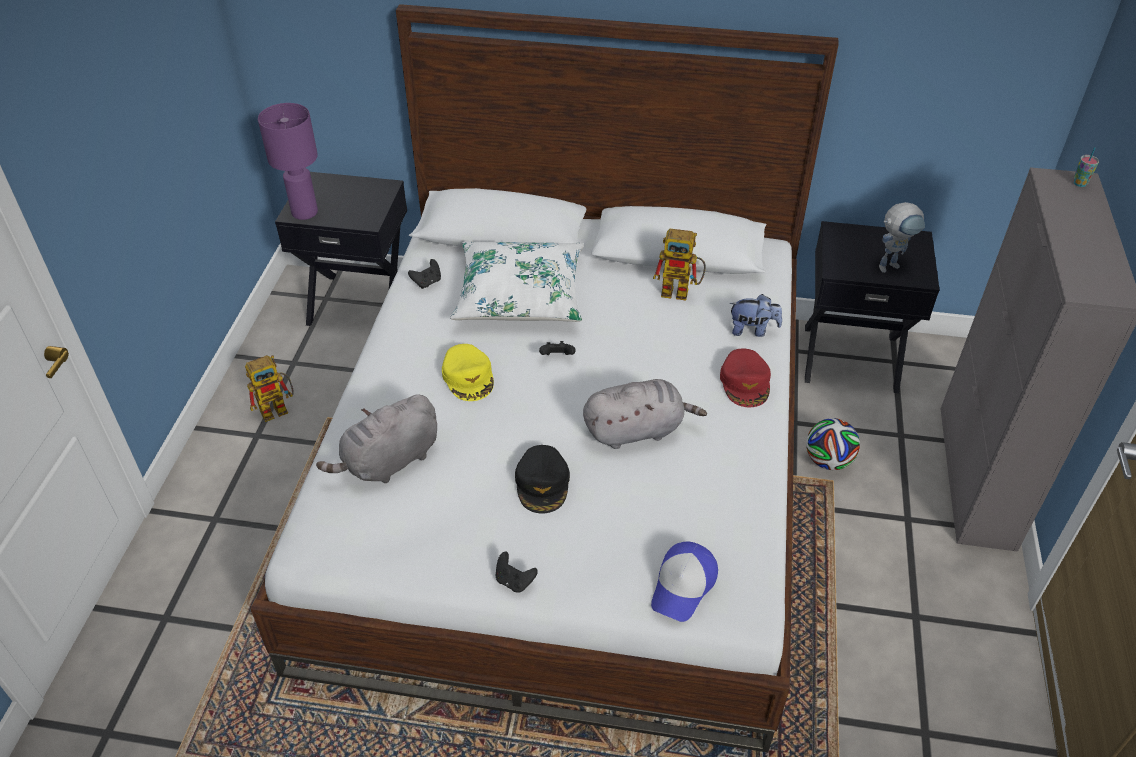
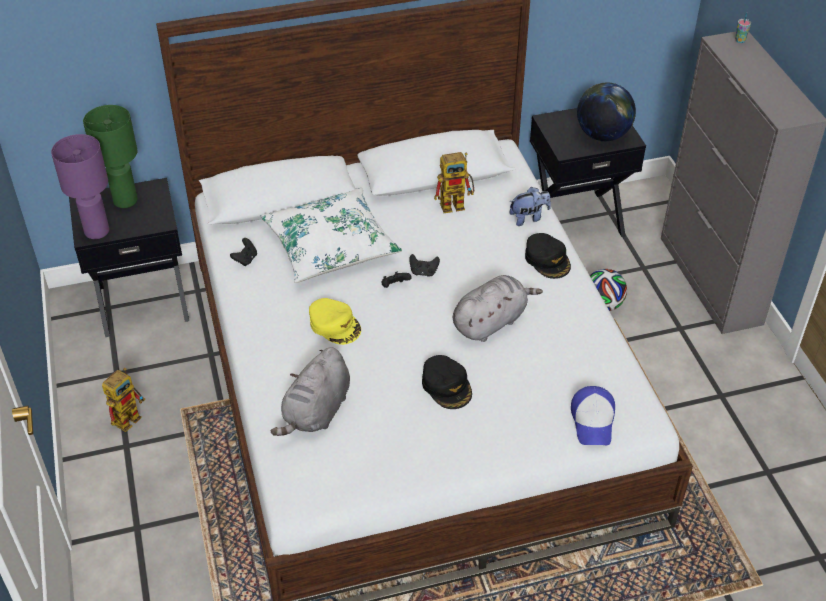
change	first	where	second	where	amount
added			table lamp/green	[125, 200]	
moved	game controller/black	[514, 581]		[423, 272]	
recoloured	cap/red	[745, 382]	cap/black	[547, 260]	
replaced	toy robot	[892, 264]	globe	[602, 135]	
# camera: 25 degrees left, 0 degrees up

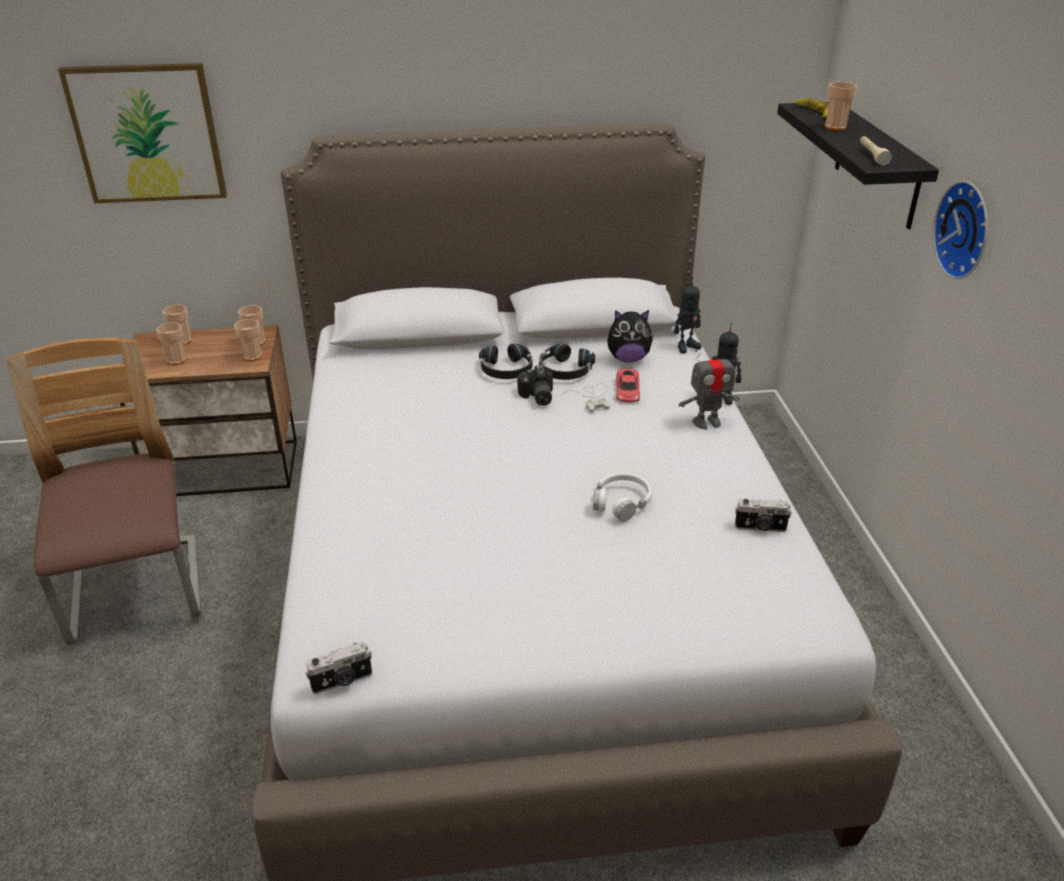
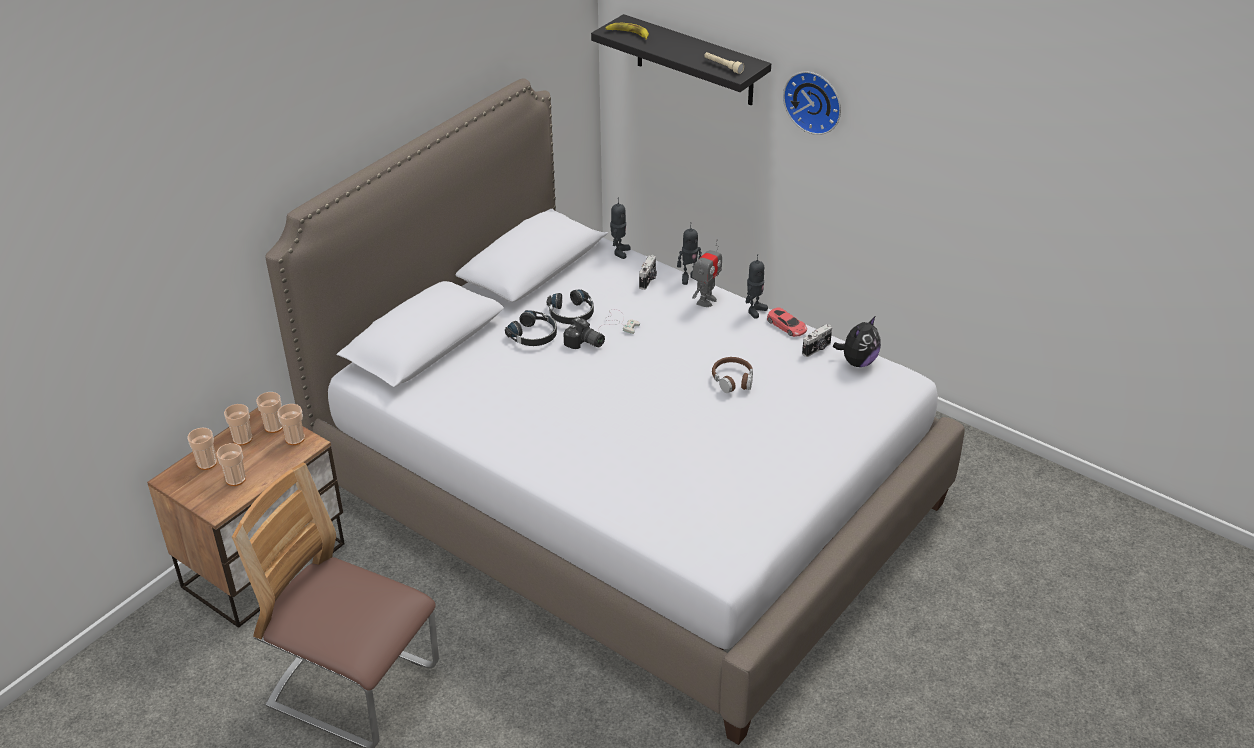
change	first	where	second	where	amount
moved	cup	[835, 127]		[242, 439]	
moved	photo camera	[342, 681]		[648, 280]	
recoloured	headphones/white	[621, 502]	headphones/brown	[733, 379]	
added			toy robot	[755, 310]	
moved	toy car/red	[627, 390]		[787, 326]	
moved	plush toy	[628, 358]		[857, 362]	
removed	picture	[147, 134]			
# camera: 45 degrees left, 5 degrees up

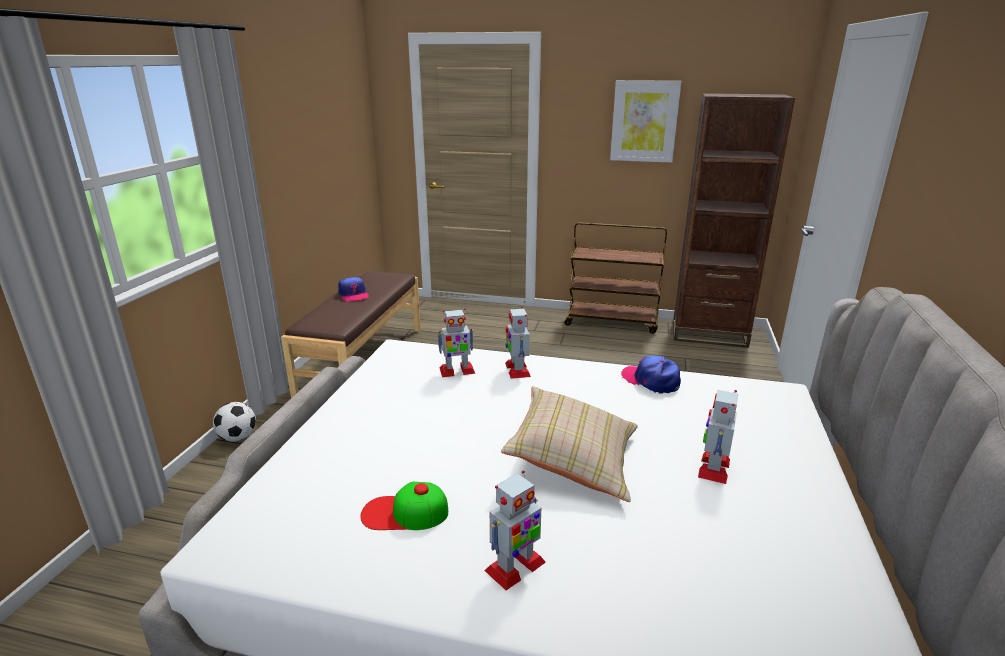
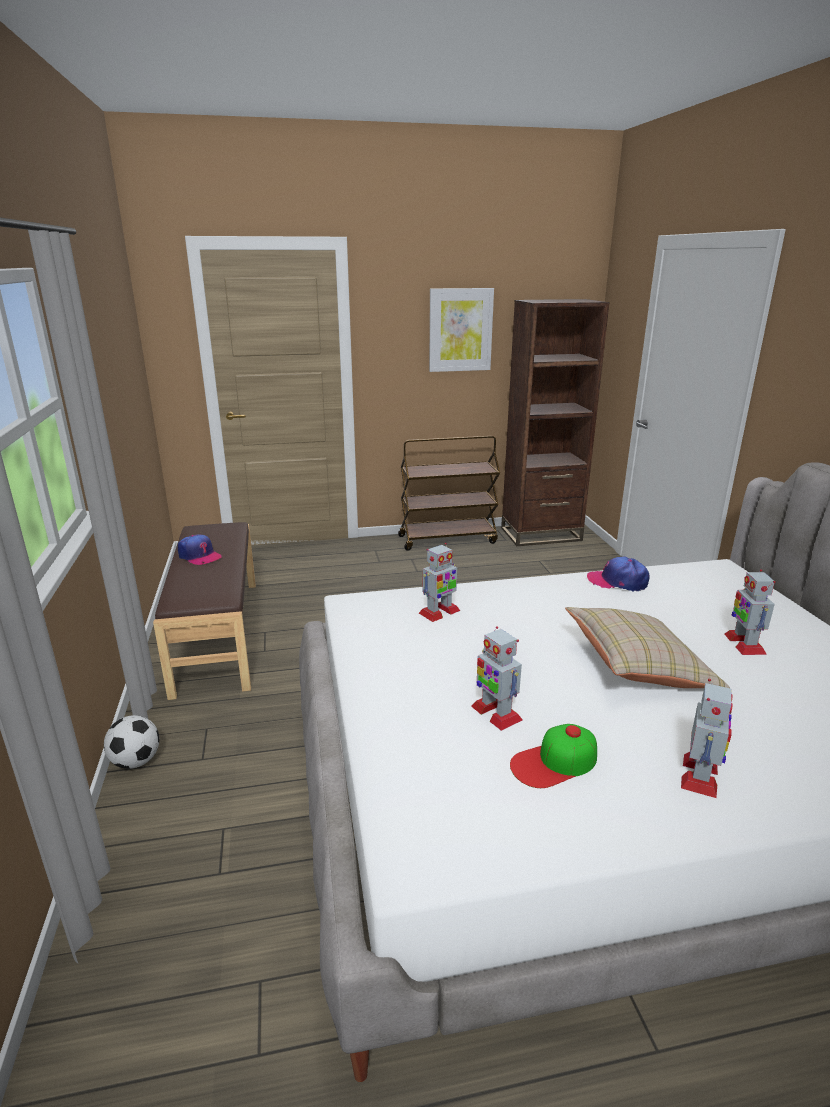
change	first	where	second	where	amount
moved	toy robot	[517, 369]		[495, 713]	
# camera: 25 degrees left, 0 degrees up

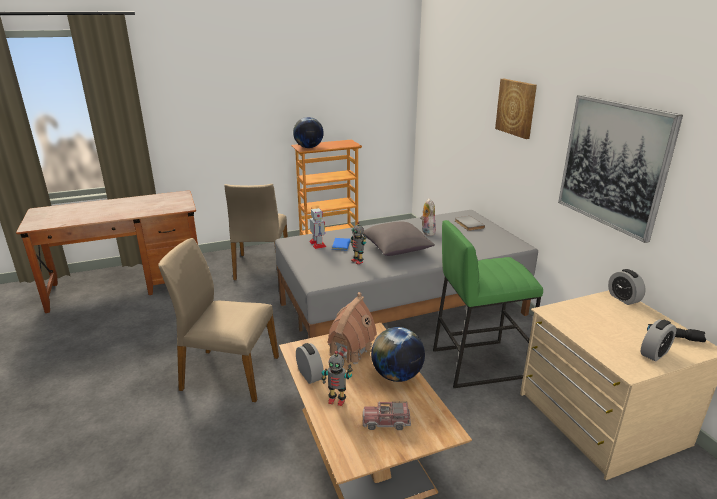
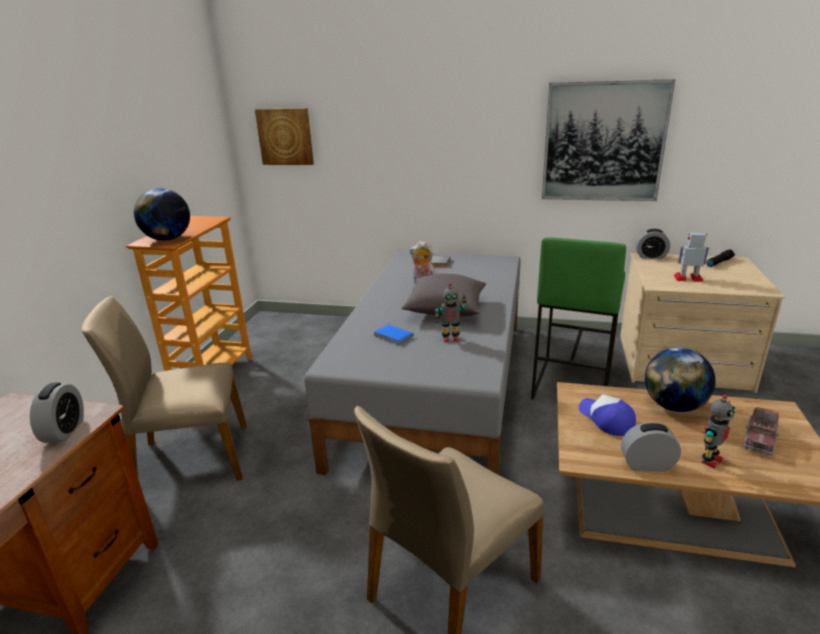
change	first	where	second	where	amount
moved	alarm clock	[654, 353]		[64, 431]	
turned	chair/beige	[261, 267]		[191, 459]	135 degrees clockwise
moved	picture	[516, 108]		[285, 136]	
replaced	toy house	[350, 350]	cap	[606, 419]	
moved	toy robot	[318, 244]		[688, 278]	
# camera: 55 degrees left, 0 degrees up

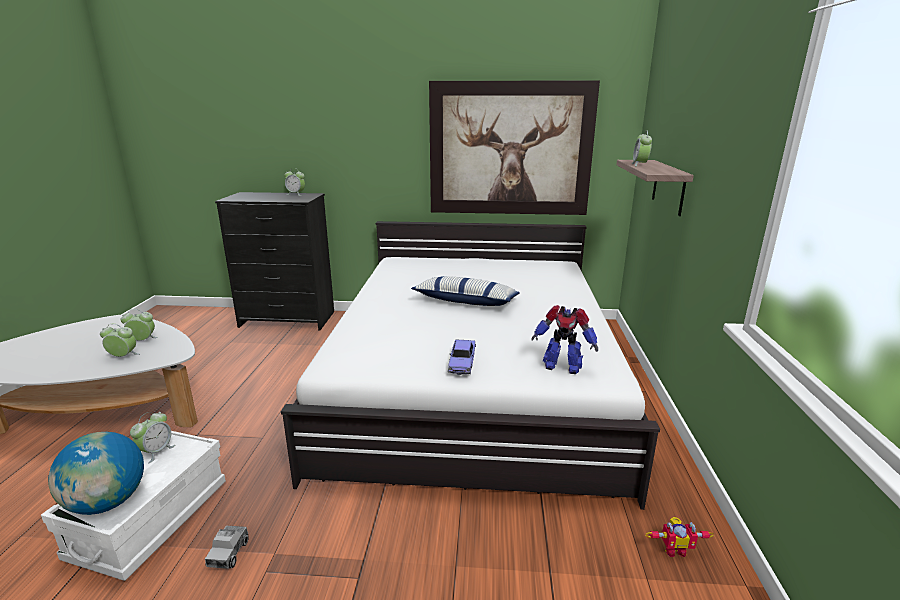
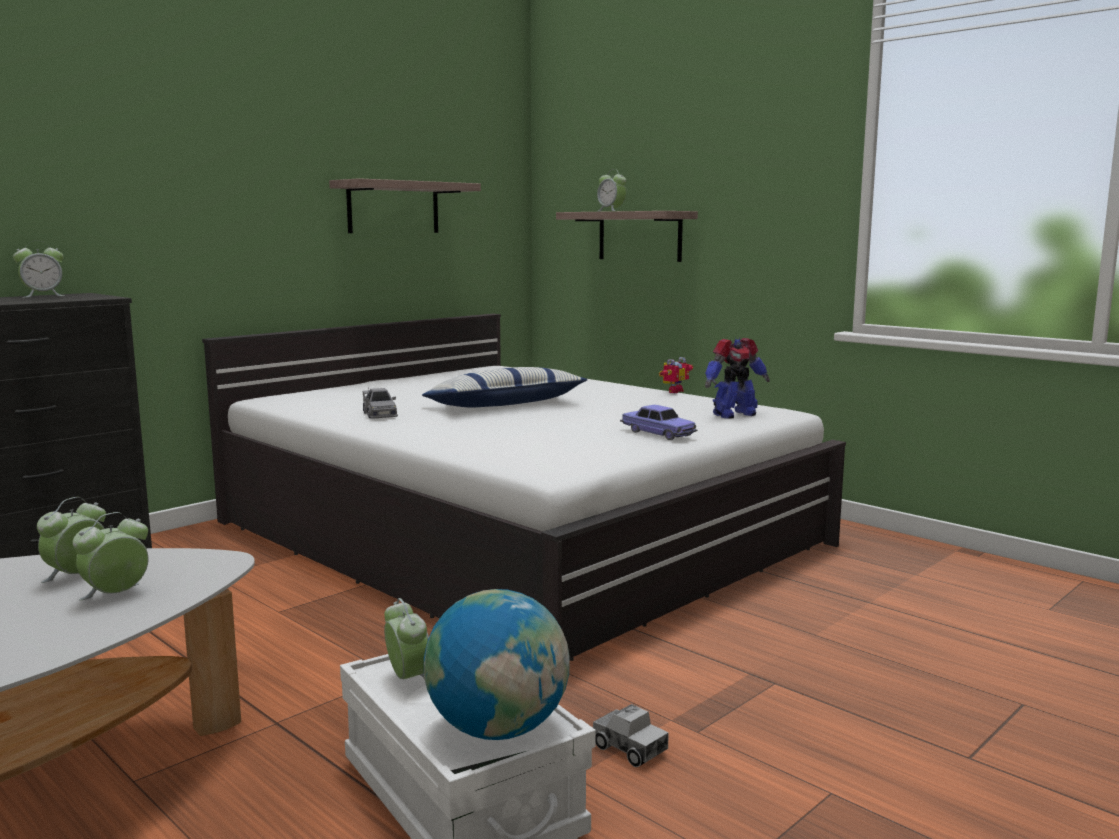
change	first	where	second	where	amount
replaced	picture	[510, 149]	shelf	[393, 207]	
added			toy car/grey	[379, 415]	
moved	toy robot	[674, 549]		[672, 391]	
# camera: 50 degrees left, 10 degrees down

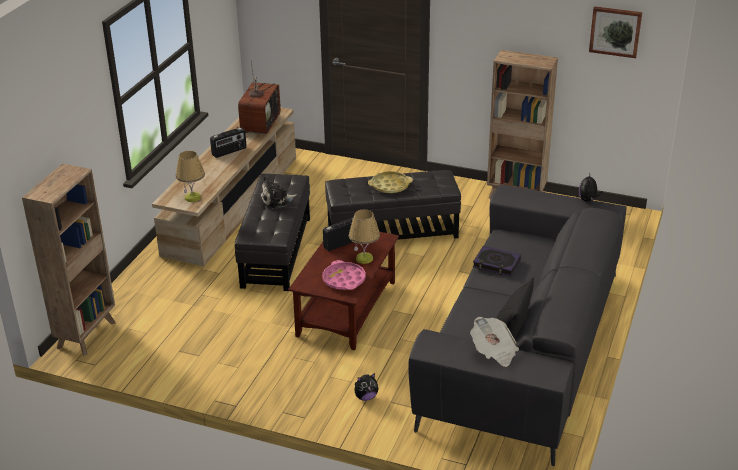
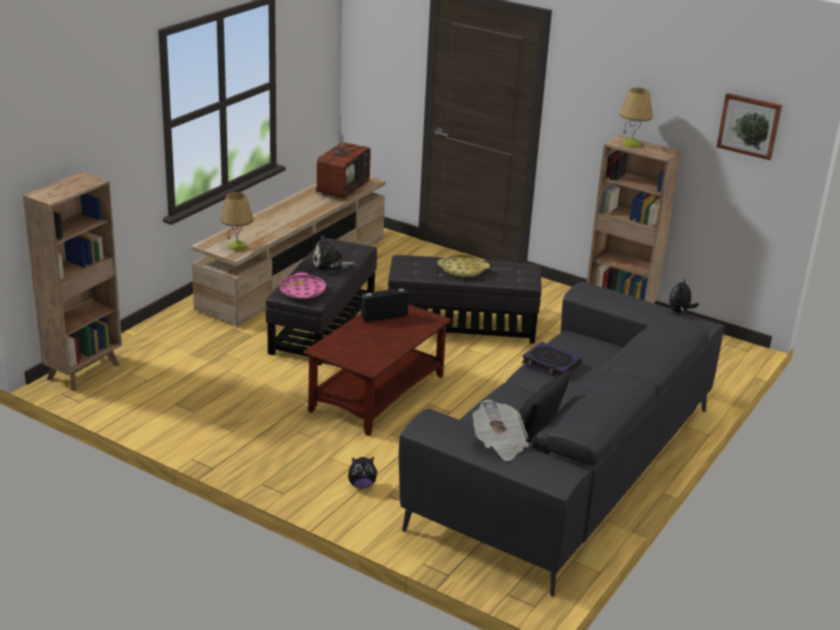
change	first	where	second	where	amount
moved	tray/pink	[344, 279]		[302, 291]	
moved	table lamp	[364, 258]		[632, 144]	
removed	radio	[229, 152]			
# camera: 10 degrees right, 5 degrees down

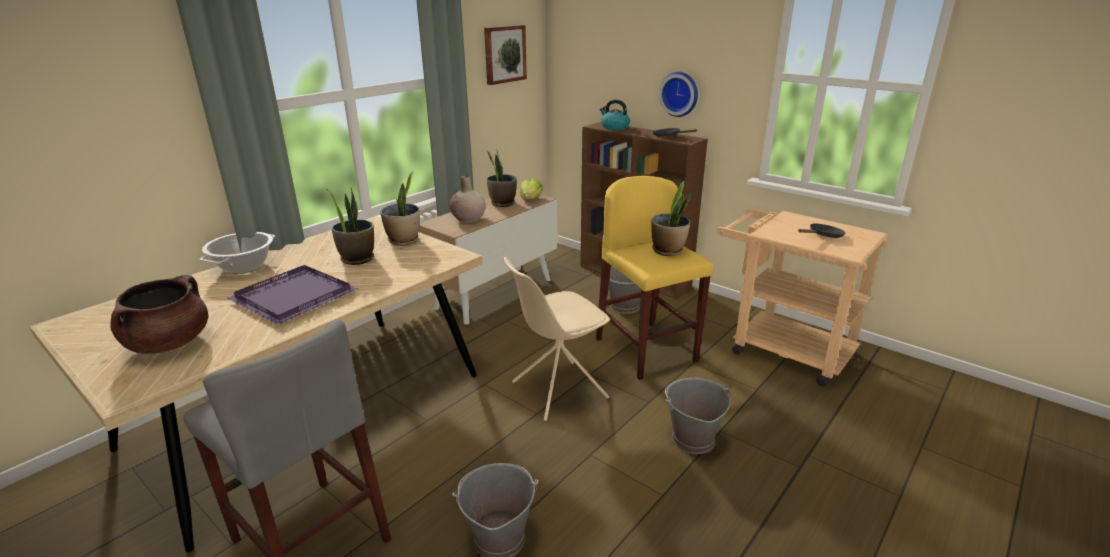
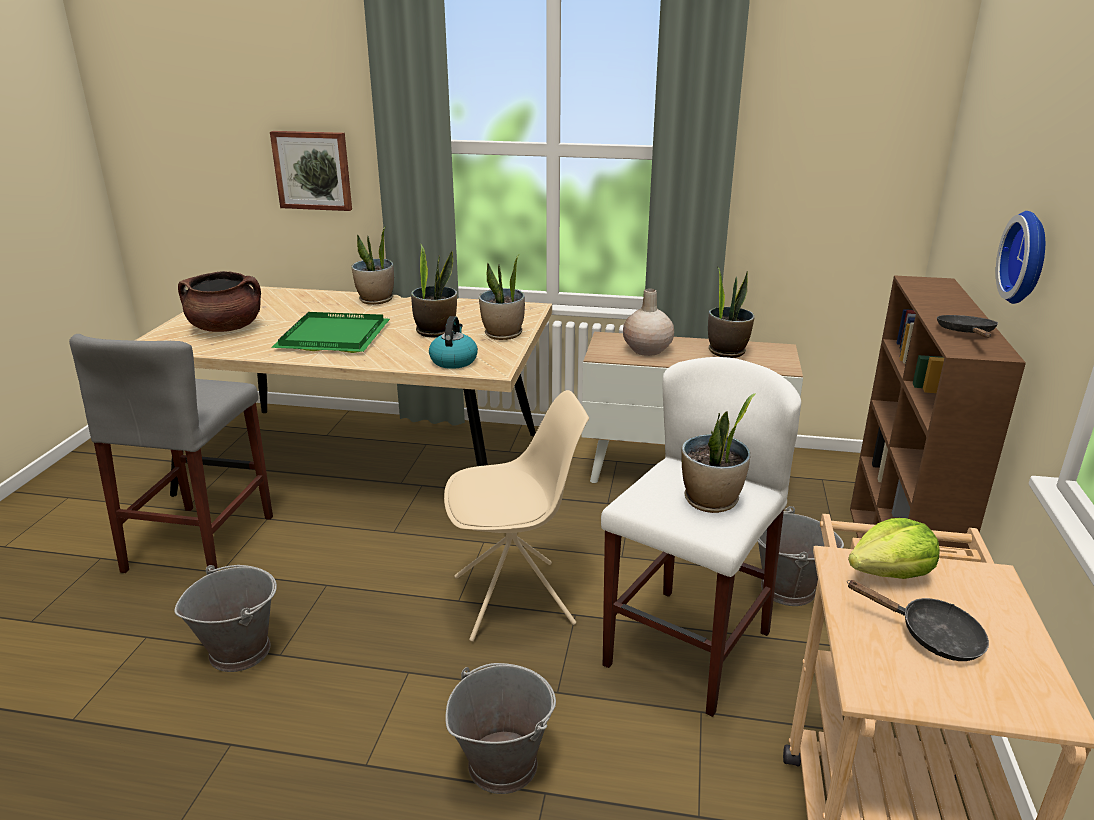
change	first	where	second	where	amount
moved	picture	[504, 54]		[313, 170]	
recoloured	tray/purple	[296, 296]	tray/green	[334, 337]	
replaced	cooking pot	[244, 266]	potted plant	[376, 300]	
moved	kettle	[614, 127]		[453, 360]	
turned	chair/beige	[557, 390]		[516, 600]	135 degrees clockwise
recoloured	stool/yellow	[646, 350]	stool/white	[687, 648]	
moved	lettuce	[530, 199]		[890, 573]	
# camera: 60 degrees right, 0 degrees up

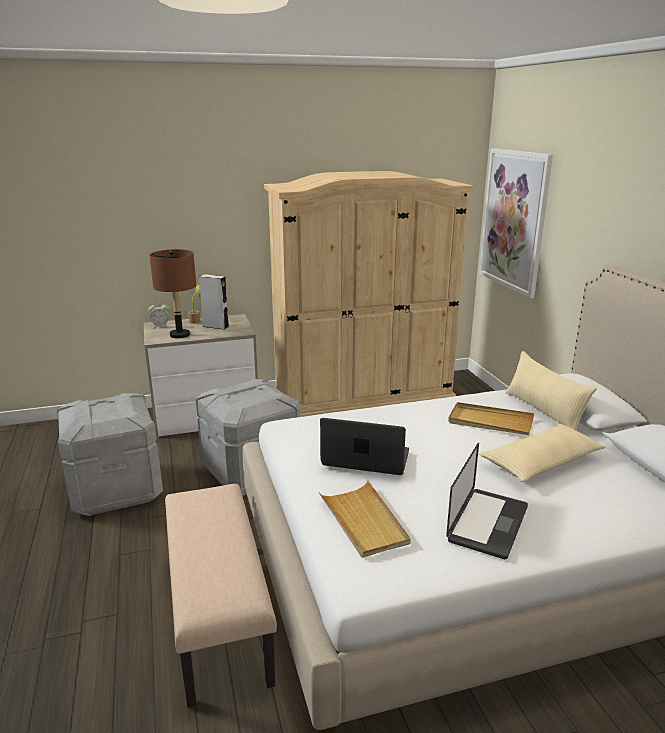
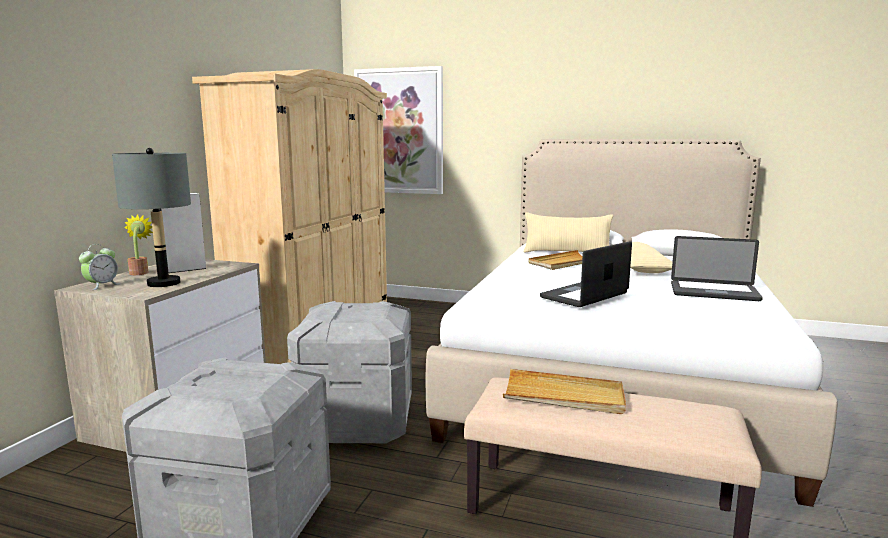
change	first	where	second	where	amount
recoloured	table lamp/brown	[179, 335]	table lamp/grey	[164, 283]	
moved	tray/beige	[363, 521]		[564, 396]	
turned	laptop	[487, 524]		[713, 292]	135 degrees clockwise
# camera: 55 degrees left, 10 degrees down

